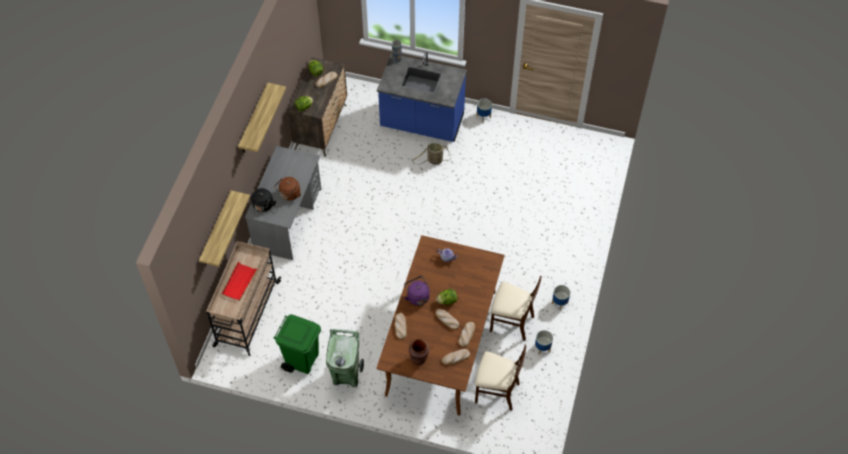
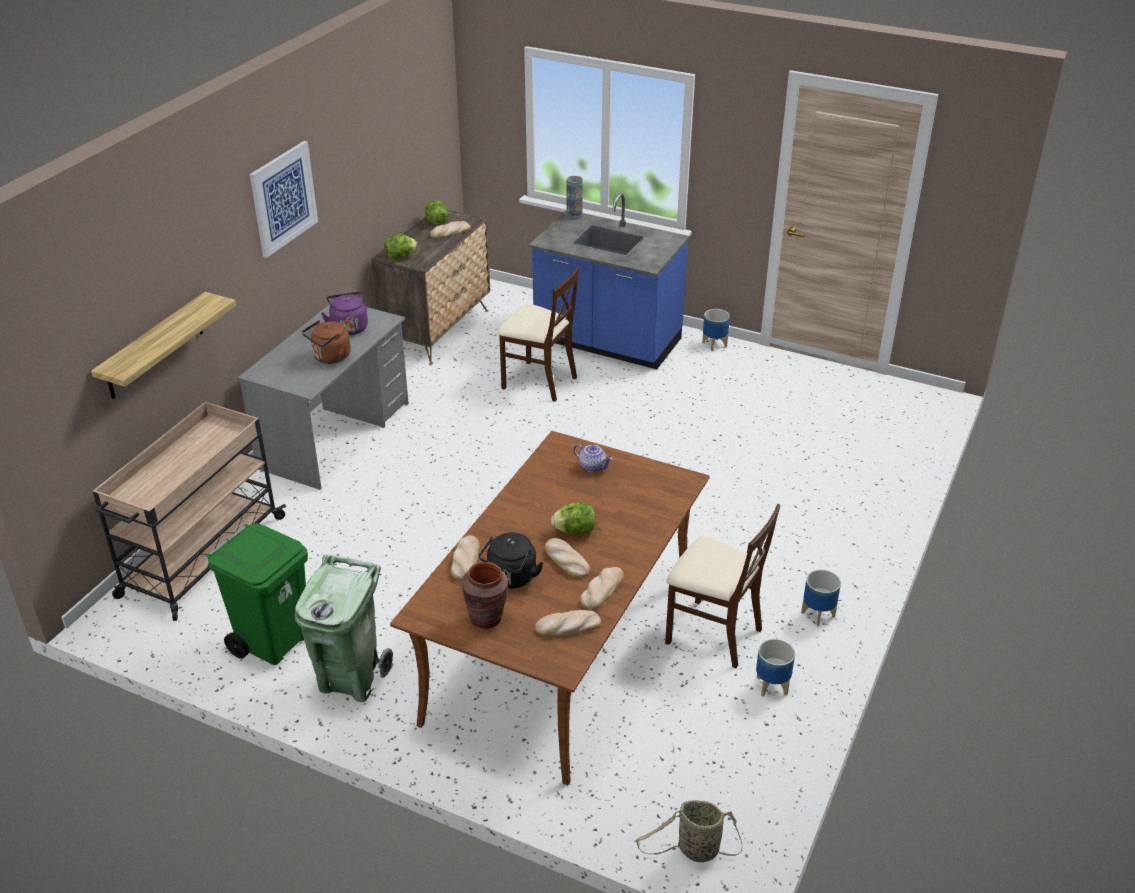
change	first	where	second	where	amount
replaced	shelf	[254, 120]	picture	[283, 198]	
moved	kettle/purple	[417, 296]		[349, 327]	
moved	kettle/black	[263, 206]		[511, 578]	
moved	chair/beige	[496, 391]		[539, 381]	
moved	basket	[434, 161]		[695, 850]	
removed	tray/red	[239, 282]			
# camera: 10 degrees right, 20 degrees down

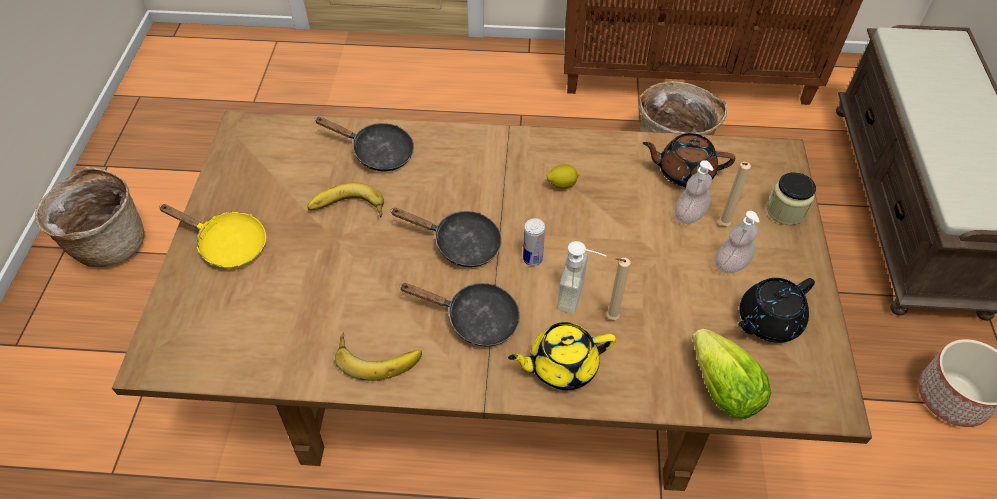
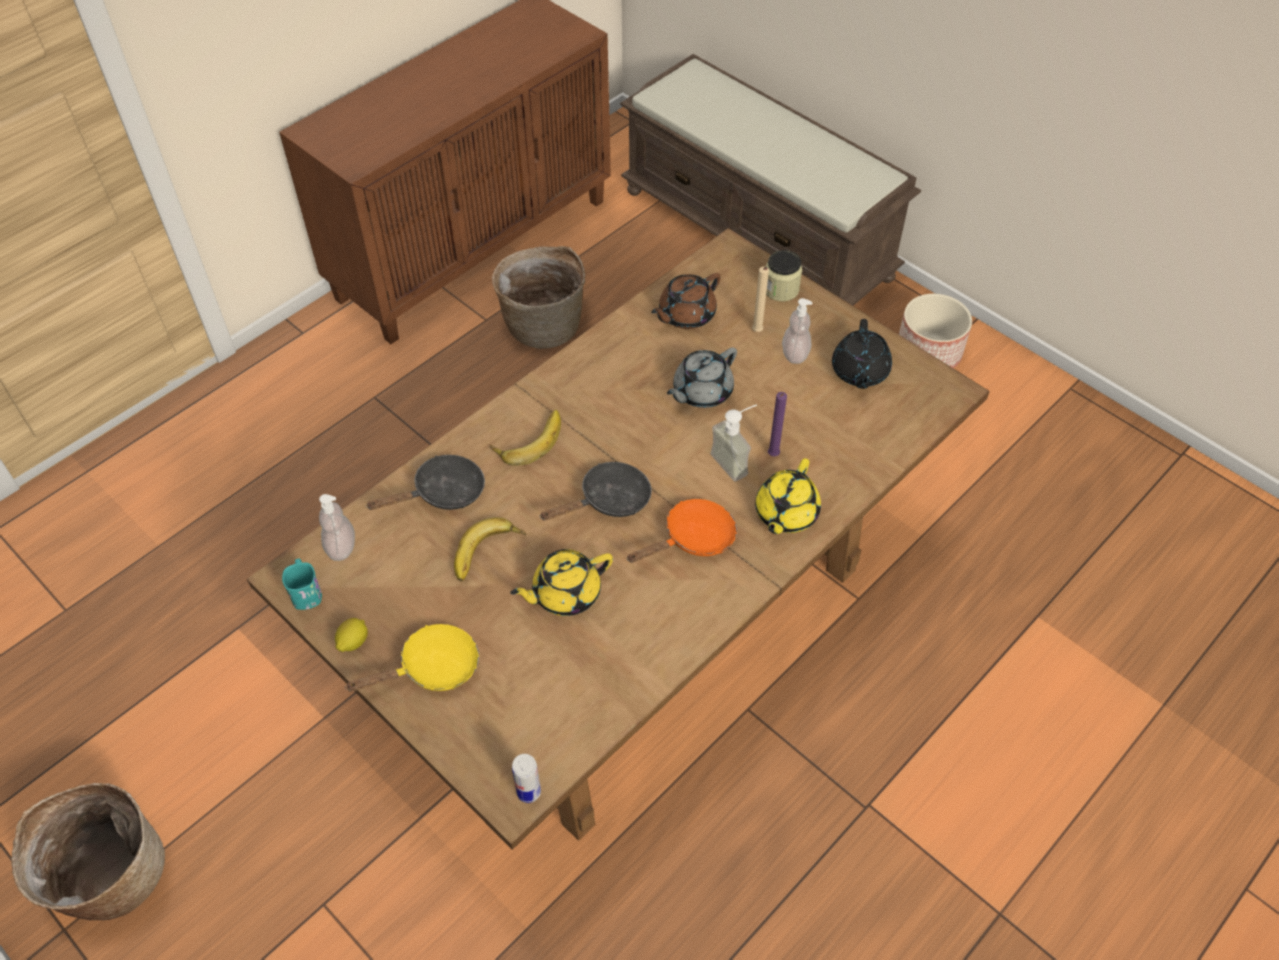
change	first	where	second	where	amount
added			mug/turquoise	[306, 592]	
moved	soap dispenser	[689, 215]		[341, 547]	
moved	lemon	[562, 184]		[353, 642]	
moved	banana	[378, 355]		[529, 439]	
added			teapot/yellow	[565, 593]	
moved	can	[532, 259]		[528, 792]	
recoloured	frying pan/black	[475, 319]	frying pan/orange	[693, 539]	
added			teapot/grey	[701, 392]	
recoloured	candle/beige	[610, 318]	candle/purple	[772, 456]	
removed	lettuce	[722, 389]			
# camera: 50 degrees left, 0 degrees up

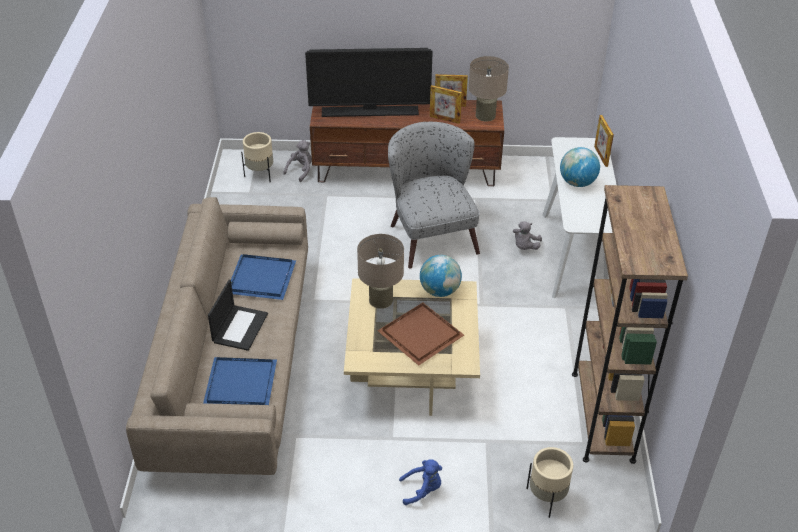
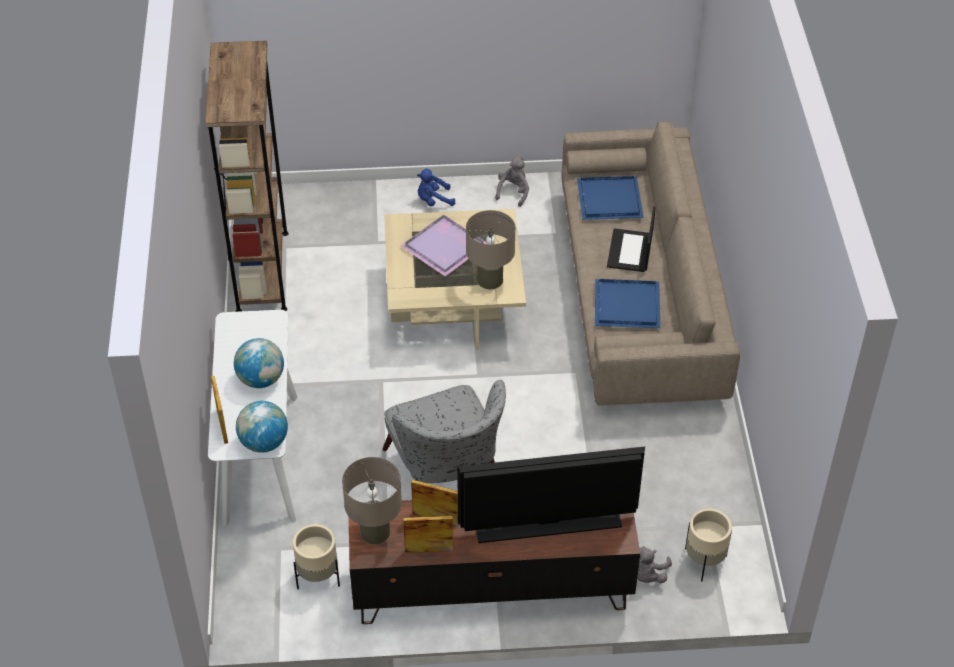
change	first	where	second	where	amount
moved	globe	[440, 291]		[264, 443]	
moved	planter/beige	[546, 498]		[318, 577]	
recoloured	tray/brown	[419, 334]	tray/purple	[446, 247]	
moved	plush toy/grey	[525, 247]		[513, 192]	
# camera: 175 degrees right, 5 degrees up

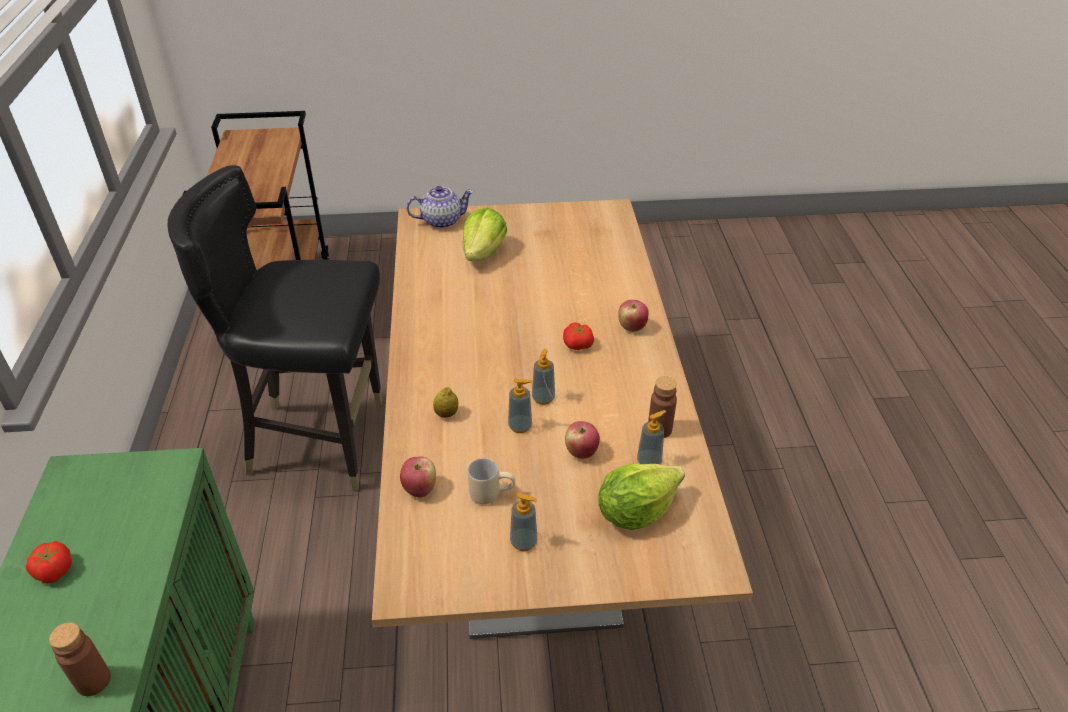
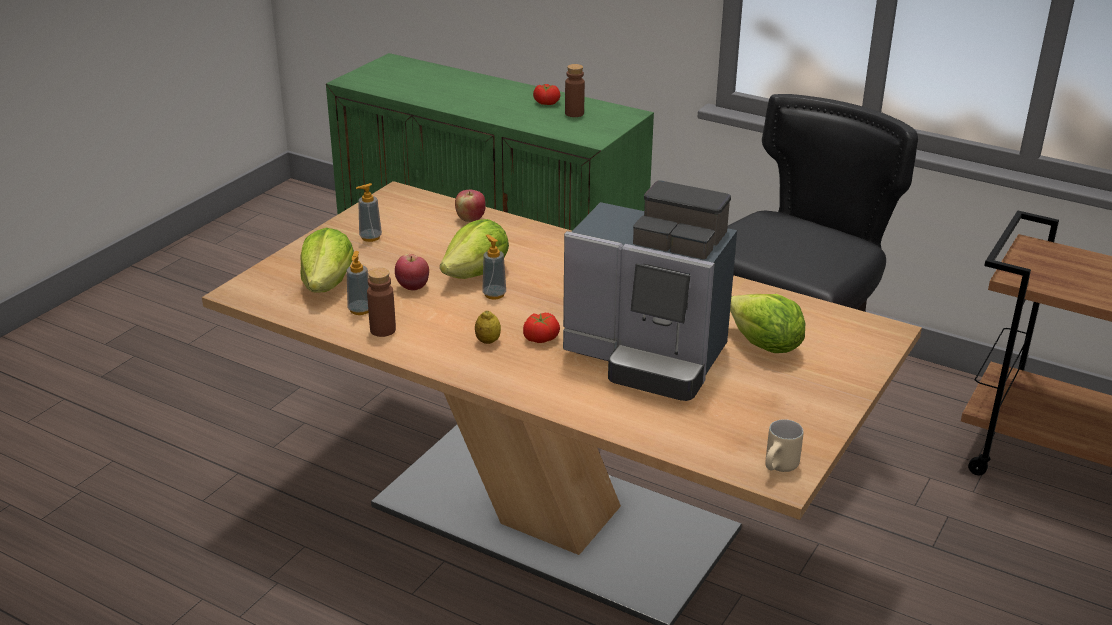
change	first	where	second	where	amount
replaced	soap dispenser	[520, 426]	lettuce	[477, 273]	
moved	lemon	[446, 414]		[488, 341]	
added			coffee machine	[648, 357]	
moved	bottle/brown	[93, 681]		[574, 113]	
moved	mug/beige	[491, 492]		[780, 468]	
removed	teapot	[441, 221]			
removed	apple	[632, 327]			
# camera: 125 degrees right, 10 degrees down

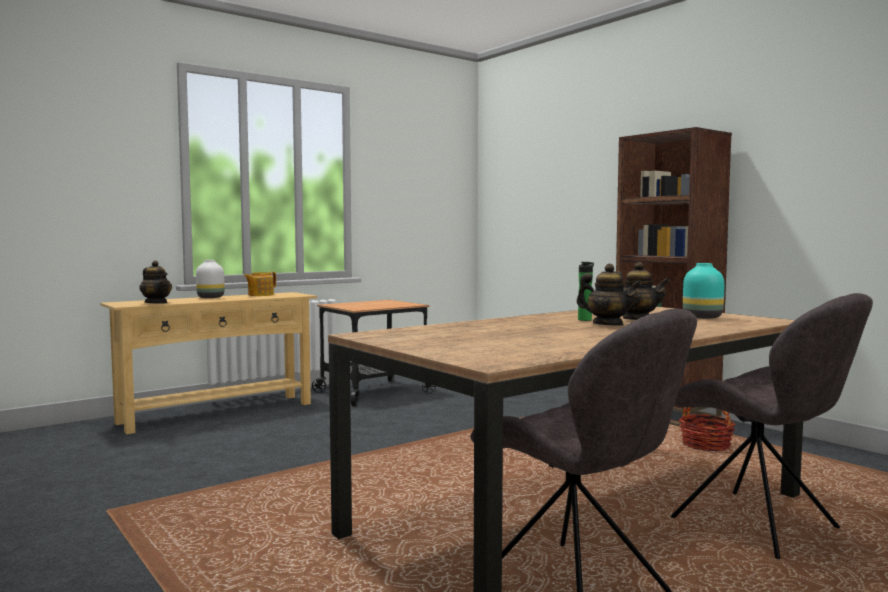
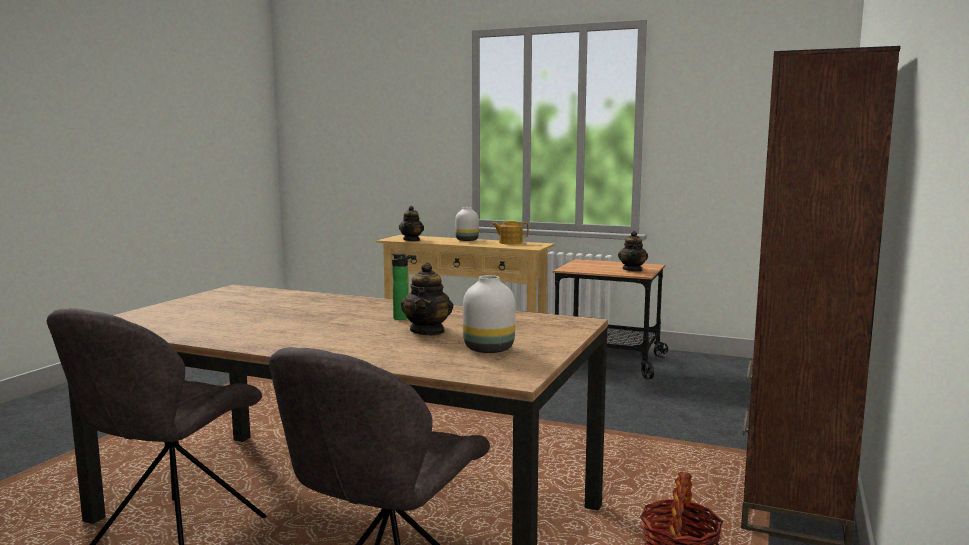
change	first	where	second	where	amount
recoloured	vase/turquoise	[703, 318]	vase/white	[488, 349]	
moved	teapot	[608, 324]		[632, 270]	
# camera: 60 degrees right, 5 degrees up

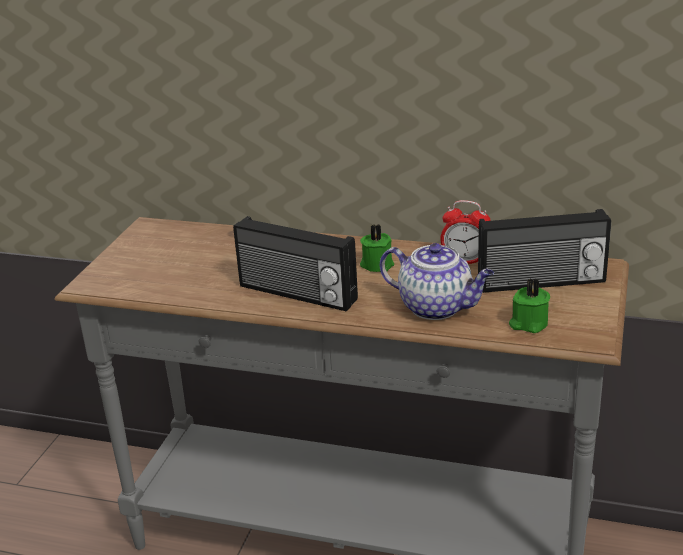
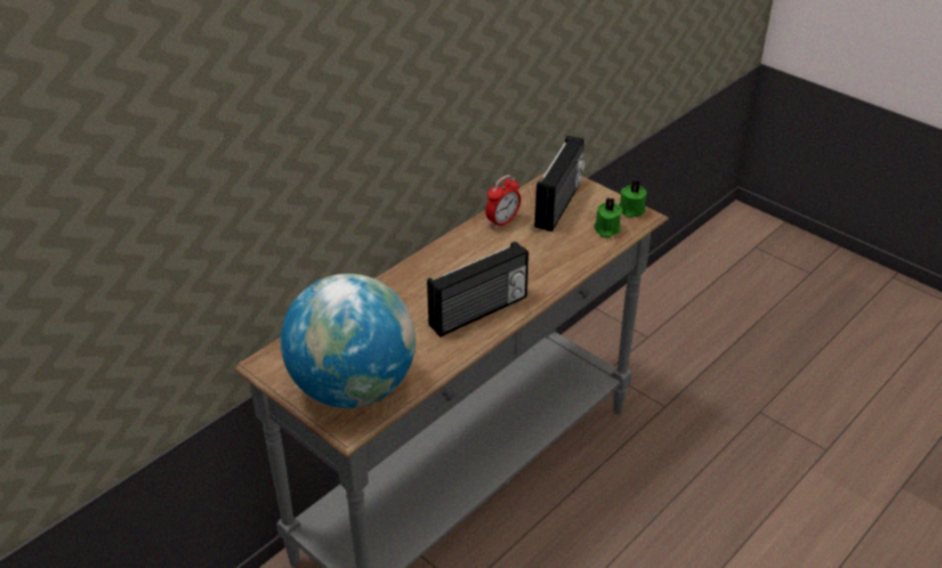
change	first	where	second	where	amount
added			globe	[353, 388]	
moved	candle/green	[377, 264]		[630, 210]	
removed	teapot	[437, 307]			
# camera: 65 degrees left, 10 degrees up

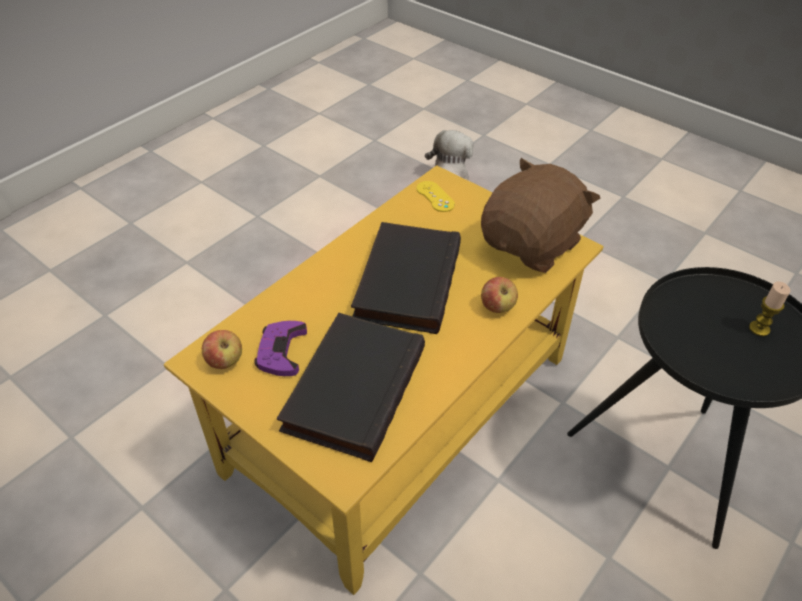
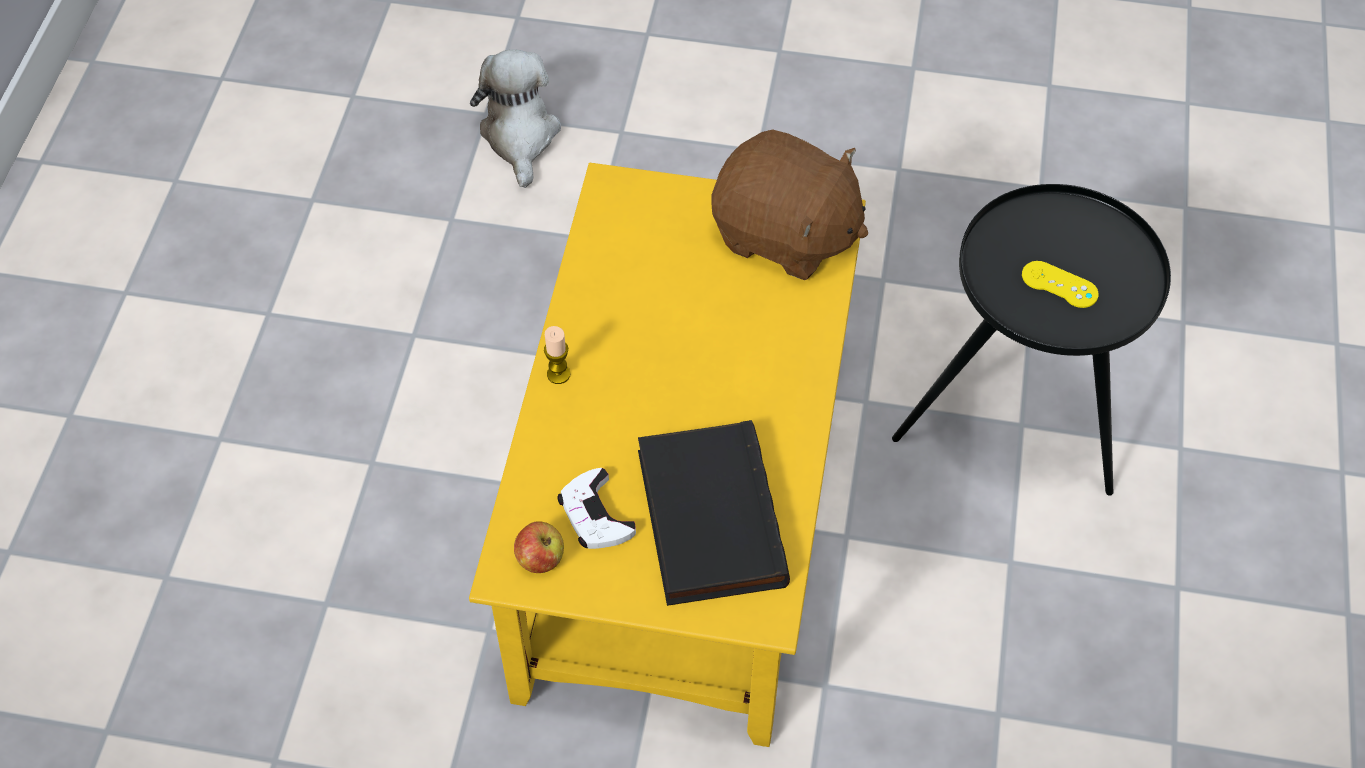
change	first	where	second	where	amount
moved	candle	[759, 329]		[558, 374]	
recoloured	game controller/purple	[281, 351]	game controller/white	[595, 515]	
turned	plush toy/brown	[532, 244]		[785, 235]	105 degrees clockwise
moved	game controller/yellow	[435, 196]		[1059, 285]	
removed	book/black	[405, 281]			
removed	apple	[497, 307]			
# camera: 30 degrees left, 10 degrees up

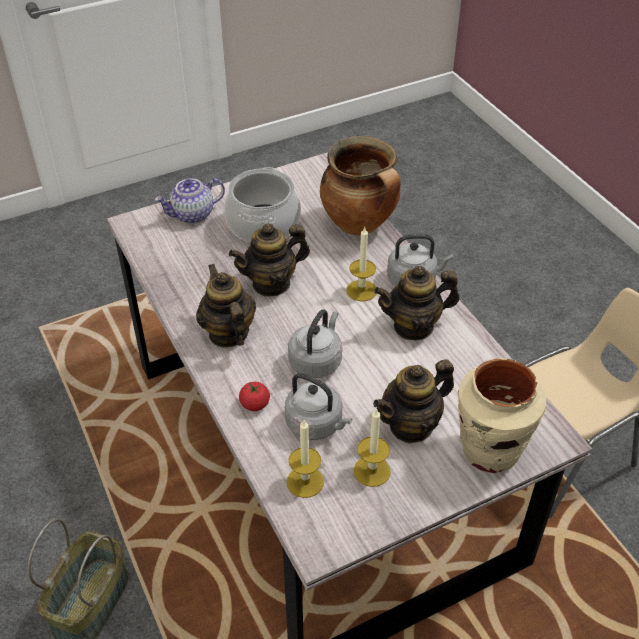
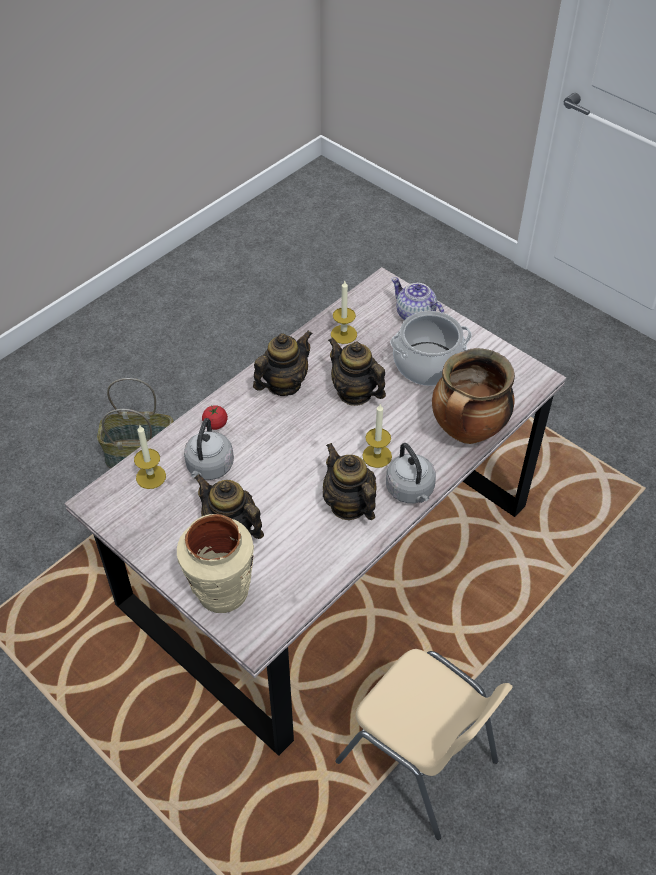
change	first	where	second	where	amount
moved	candle	[372, 471]		[343, 334]	
removed	kettle/grey	[316, 361]			
# camera: 70 degrees right, 5 degrees up

